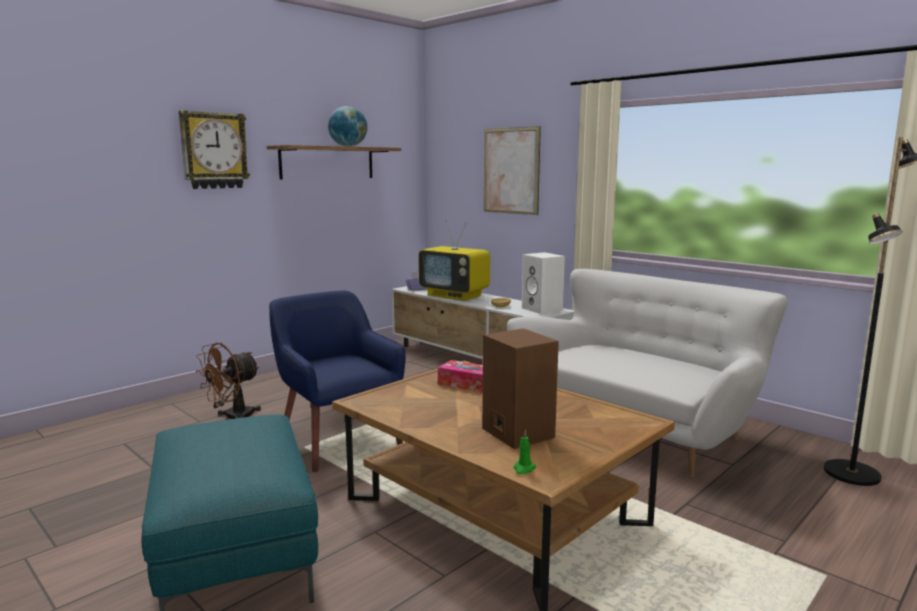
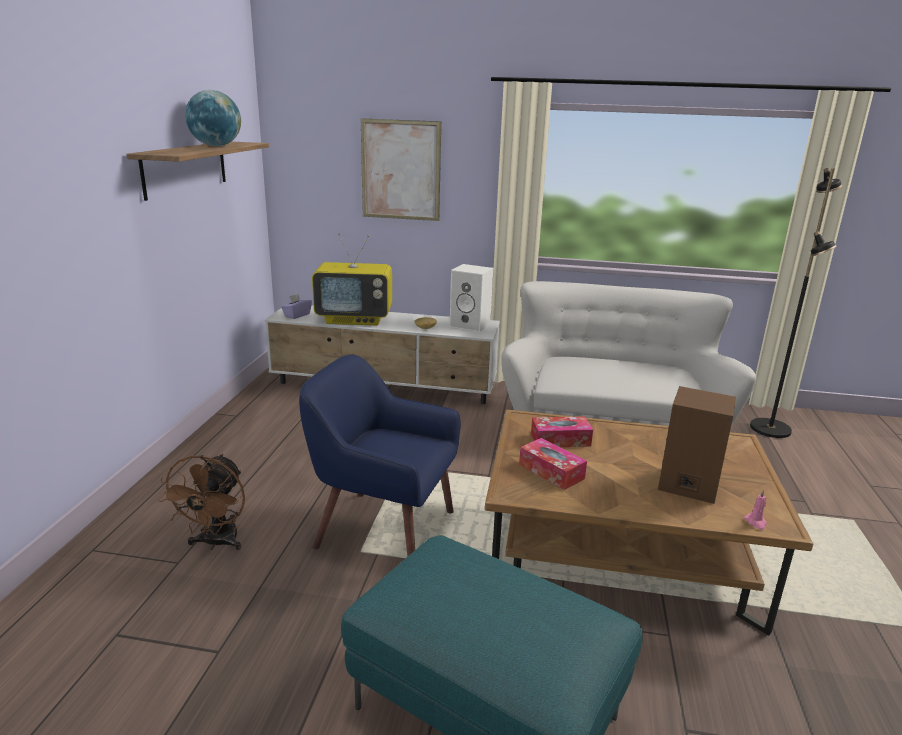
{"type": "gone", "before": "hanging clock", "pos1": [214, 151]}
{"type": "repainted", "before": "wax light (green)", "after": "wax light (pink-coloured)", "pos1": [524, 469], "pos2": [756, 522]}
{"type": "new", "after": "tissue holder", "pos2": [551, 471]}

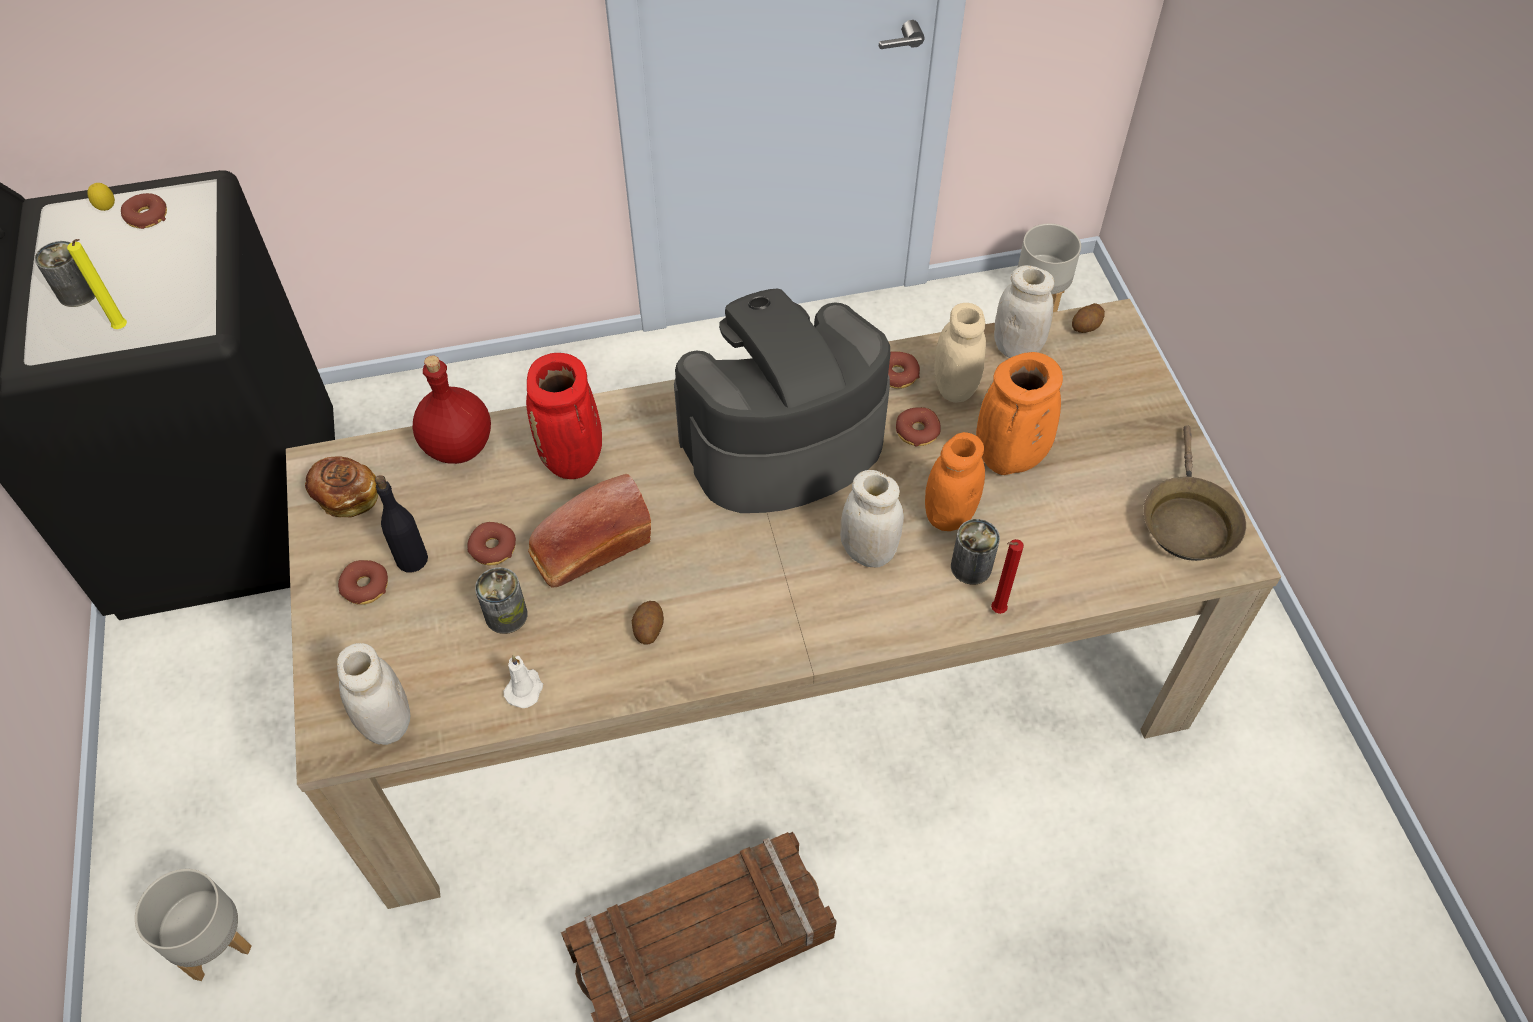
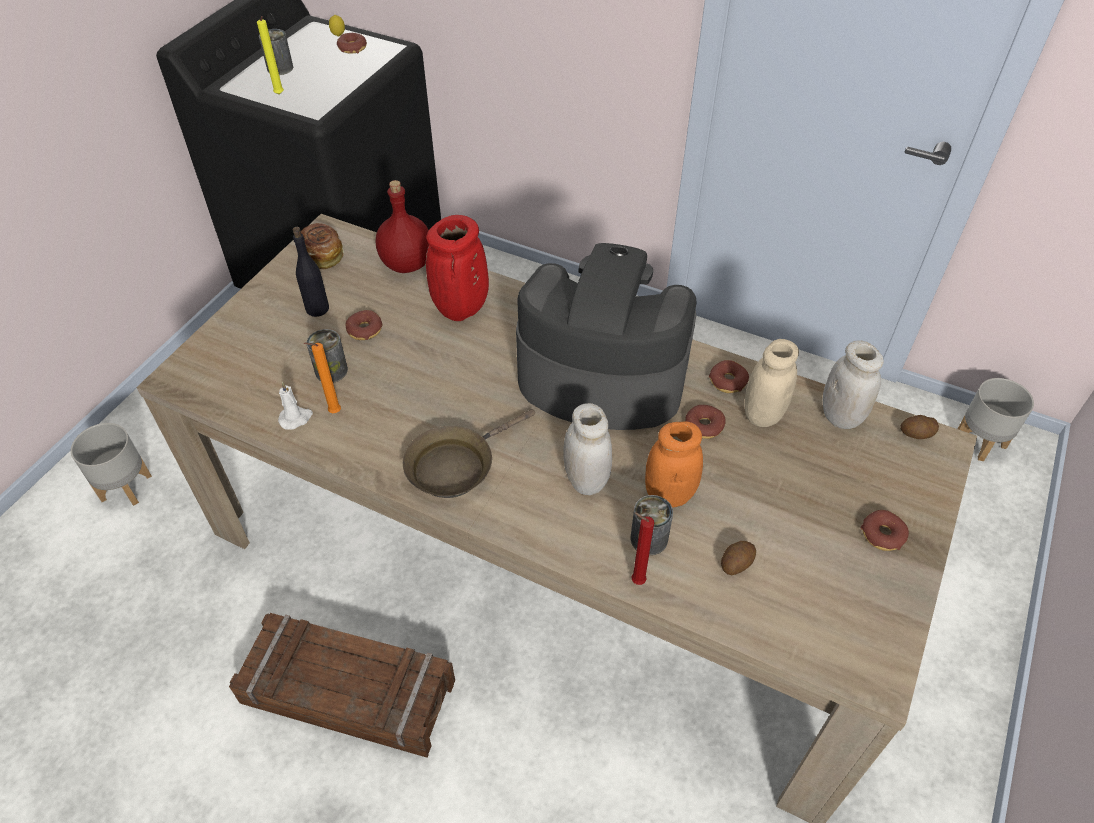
{"type": "gone", "before": "flower vase (orange-coloured)", "pos1": [1008, 460]}
{"type": "shifted", "before": "pan (brown)", "pos1": [1187, 521], "pos2": [456, 465]}
{"type": "gone", "before": "baked bread", "pos1": [589, 549]}
{"type": "shifted", "before": "ring doughnut", "pos1": [365, 586], "pos2": [882, 535]}
{"type": "shifted", "before": "spud", "pos1": [648, 628], "pos2": [736, 563]}
{"type": "gone", "before": "preserve jar (whitish)", "pos1": [387, 723]}
{"type": "new", "after": "wax light (orange-coloured)", "pos2": [333, 412]}

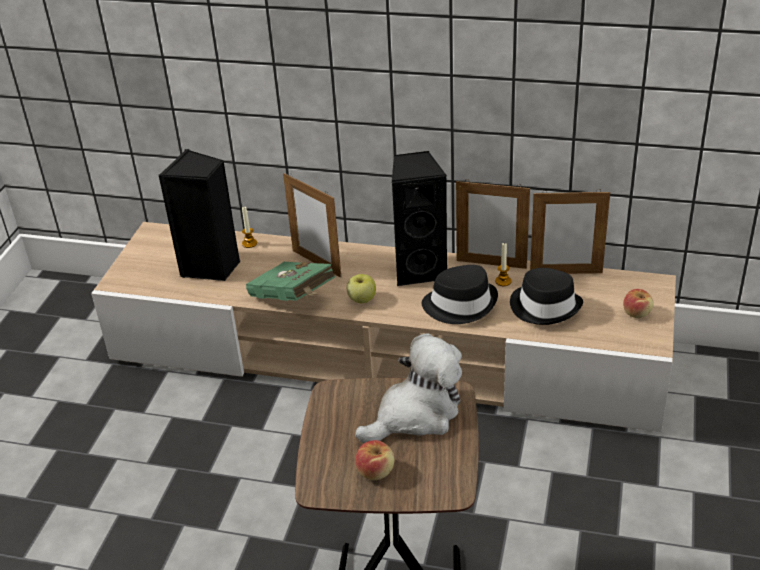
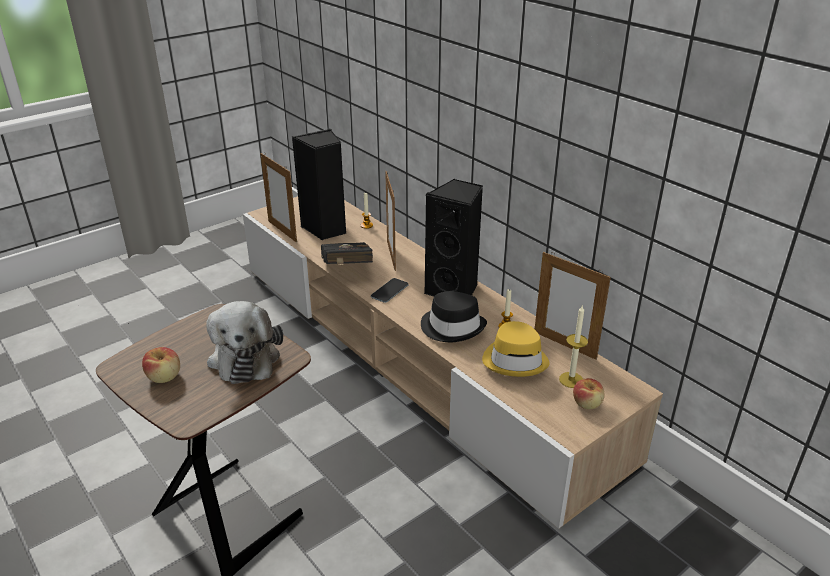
{"type": "shifted", "before": "photo frame", "pos1": [491, 264], "pos2": [282, 231]}
{"type": "repainted", "before": "bound book (green)", "after": "bound book (black)", "pos1": [294, 300], "pos2": [346, 271]}
{"type": "repainted", "before": "clothing hat (black)", "after": "clothing hat (yellow-coloured)", "pos1": [545, 306], "pos2": [515, 360]}
{"type": "swapped", "before": "whole apple", "after": "telephone", "pos1": [362, 299], "pos2": [389, 290]}
{"type": "rotated", "before": "plush toy", "pos1": [416, 414], "pos2": [245, 356], "turn": 75}
{"type": "new", "after": "wax light", "pos2": [571, 380]}

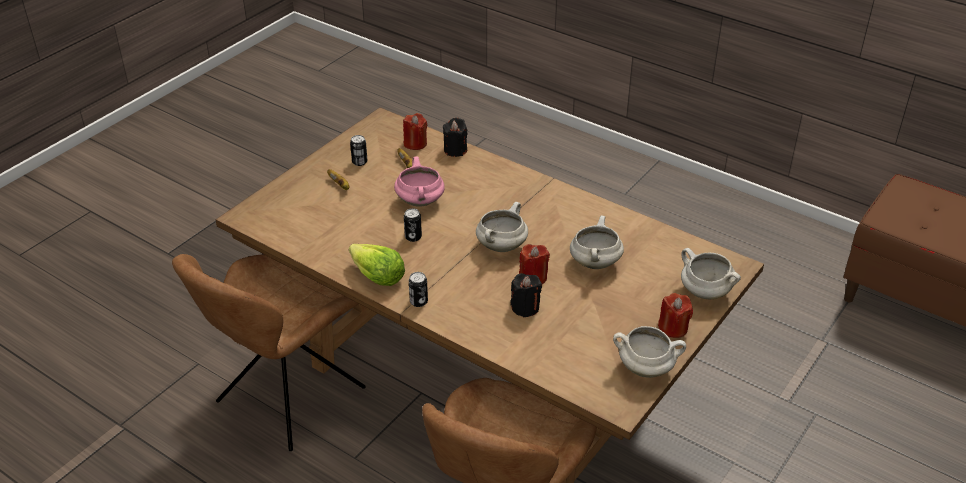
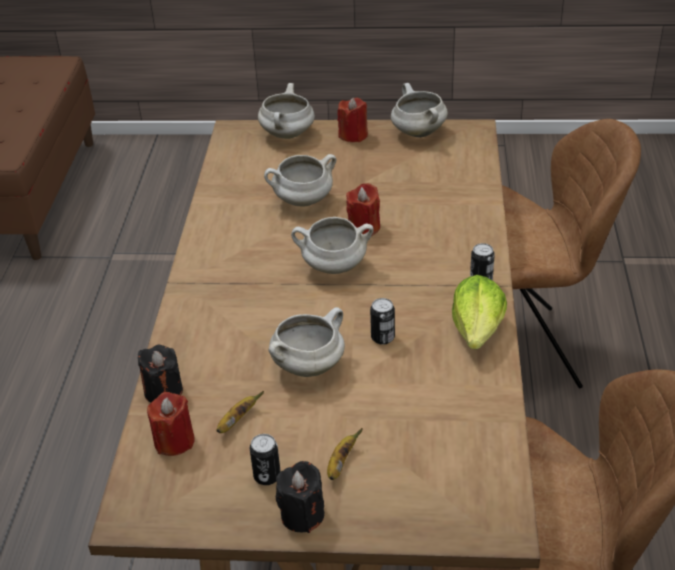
{"type": "repainted", "before": "saucepot (pink-coloured)", "after": "saucepot (whitish)", "pos1": [421, 202], "pos2": [308, 366]}
{"type": "shifted", "before": "wax light (black)", "pos1": [525, 307], "pos2": [302, 515]}

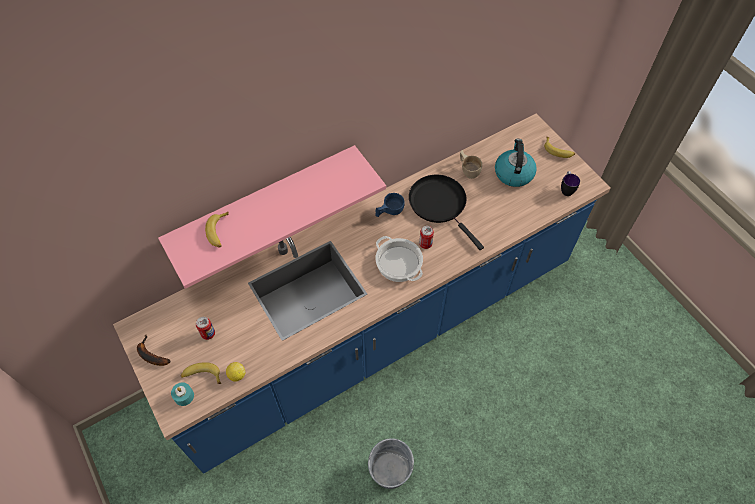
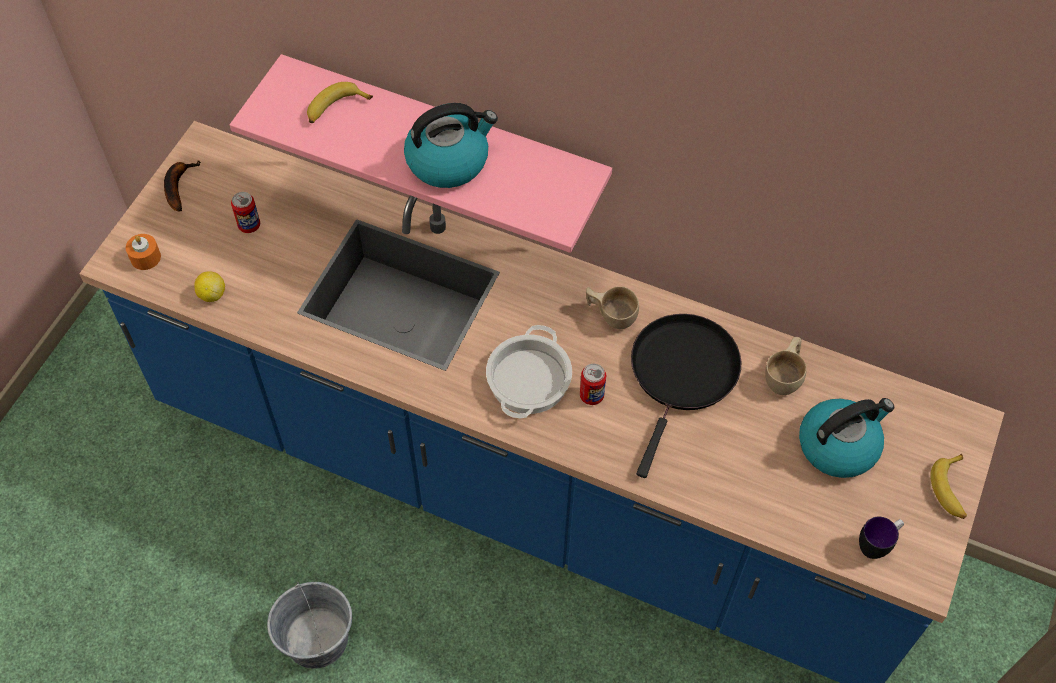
{"type": "repainted", "before": "drinking cup (blue)", "after": "drinking cup (beige-coloured)", "pos1": [389, 212], "pos2": [610, 315]}
{"type": "gone", "before": "banana", "pos1": [201, 375]}
{"type": "repainted", "before": "wax light (turquoise-coloured)", "after": "wax light (orange-coloured)", "pos1": [184, 396], "pos2": [145, 257]}
{"type": "new", "after": "tea kettle", "pos2": [449, 161]}

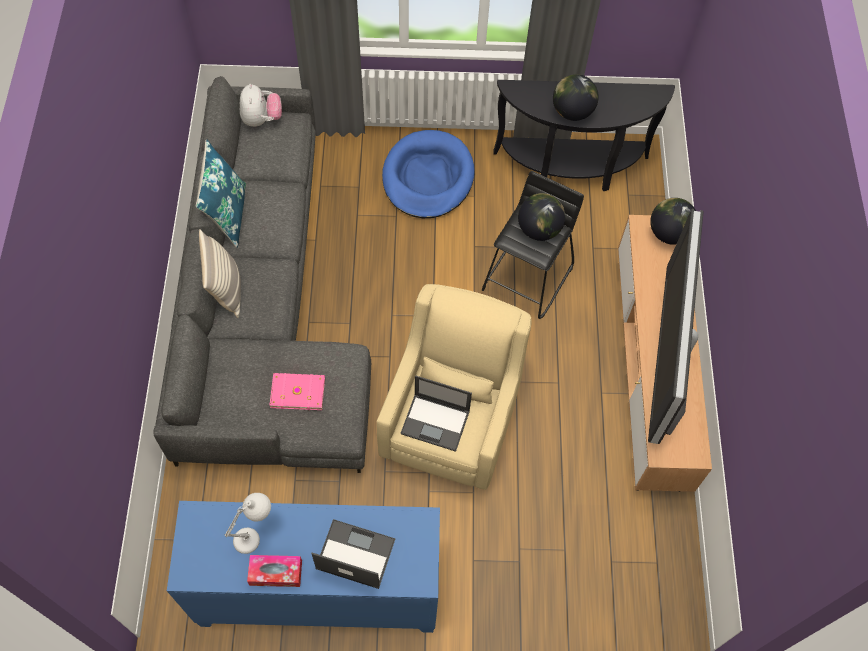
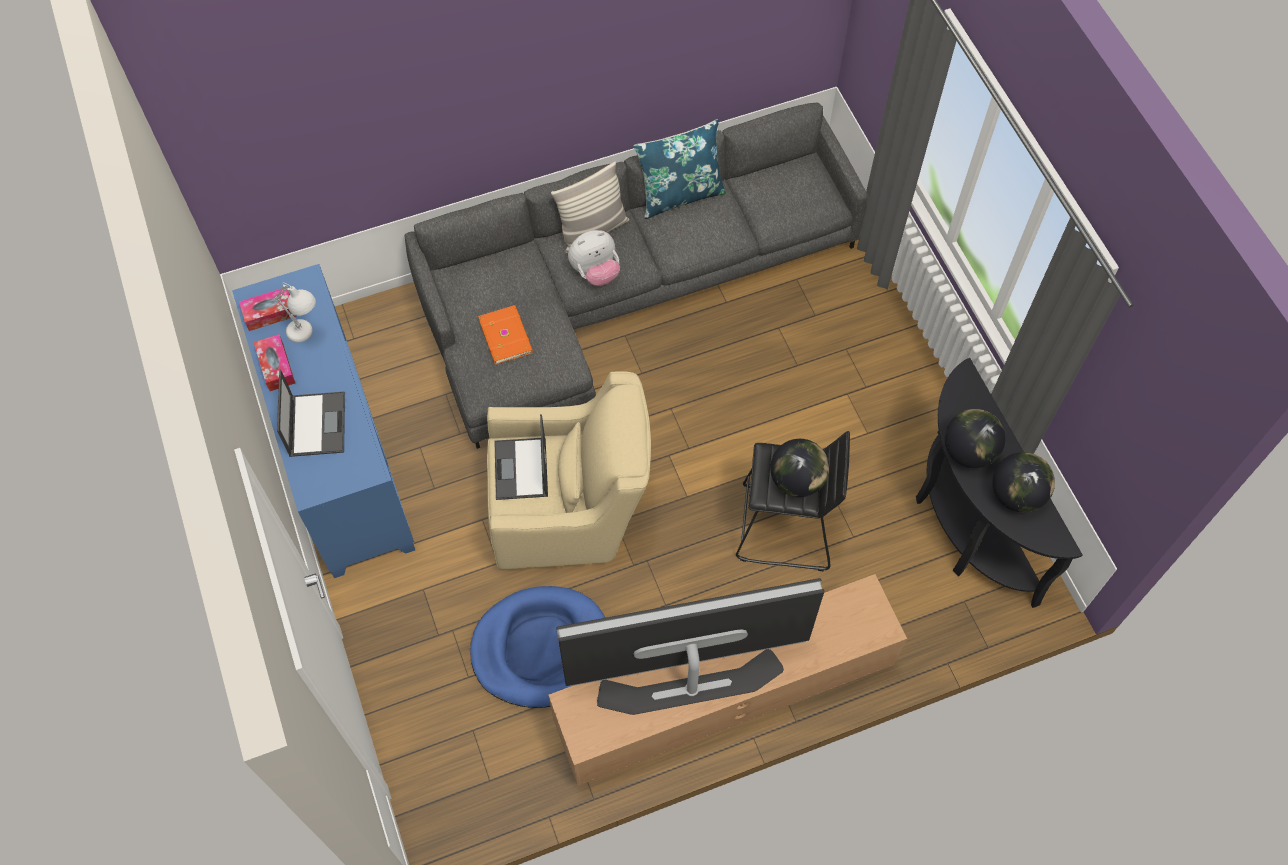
{"type": "shifted", "before": "plush toy", "pos1": [261, 119], "pos2": [595, 272]}
{"type": "shifted", "before": "dog bed (blue)", "pos1": [428, 177], "pos2": [541, 649]}
{"type": "shifted", "before": "globe", "pos1": [669, 233], "pos2": [1016, 495]}
{"type": "repainted", "before": "bound book (pink-coloured)", "after": "bound book (orange-coloured)", "pos1": [297, 391], "pos2": [506, 335]}
{"type": "new", "after": "tissue holder", "pos2": [270, 313]}

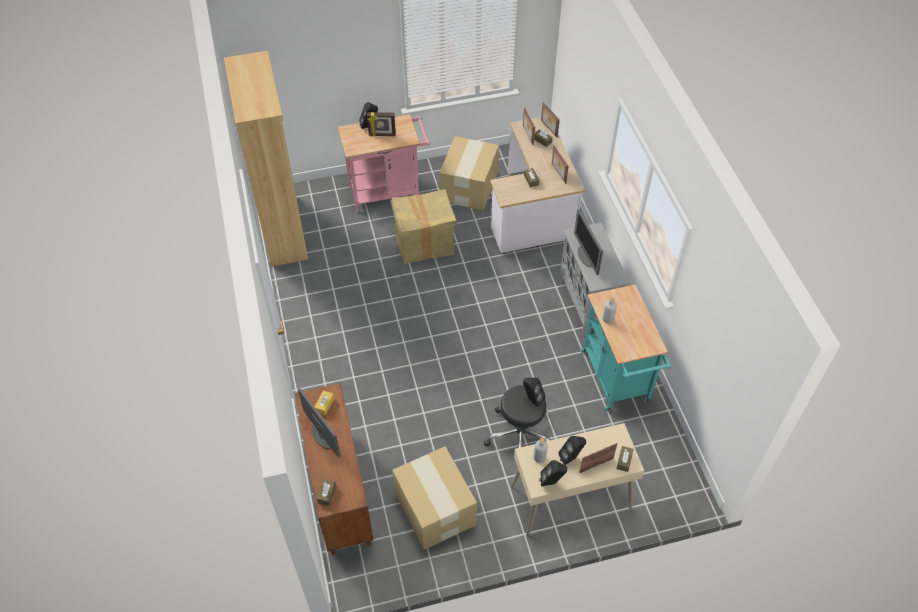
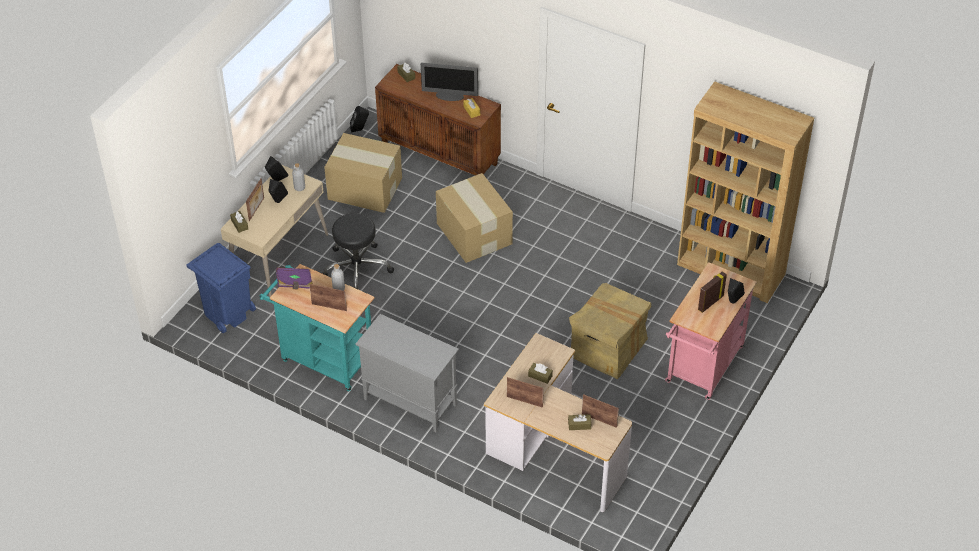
{"type": "shifted", "before": "photo frame", "pos1": [548, 129], "pos2": [329, 306]}
{"type": "shifted", "before": "carton", "pos1": [469, 186], "pos2": [474, 234]}
{"type": "gone", "before": "monitor", "pos1": [586, 257]}
{"type": "shifted", "before": "loudspeaker (black)", "pos1": [532, 399], "pos2": [360, 130]}
{"type": "new", "after": "rubbish bin (blue)", "pos2": [227, 313]}
{"type": "new", "after": "bound book (purple-coloured)", "pos2": [295, 283]}

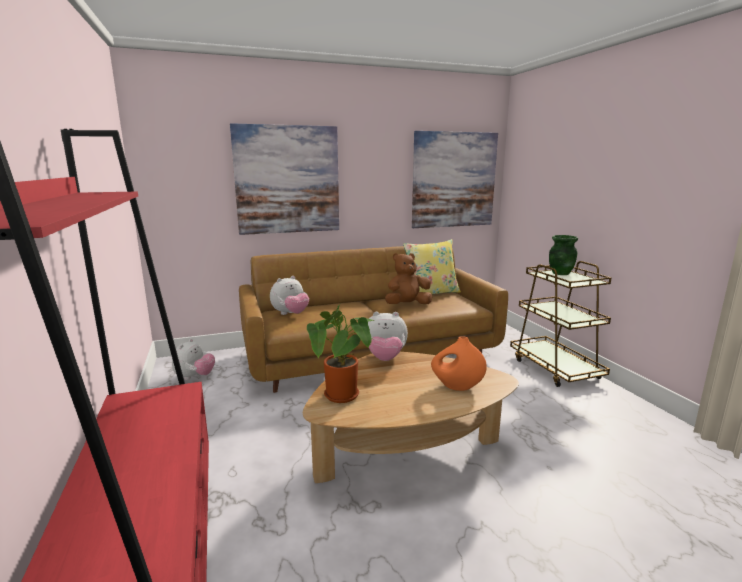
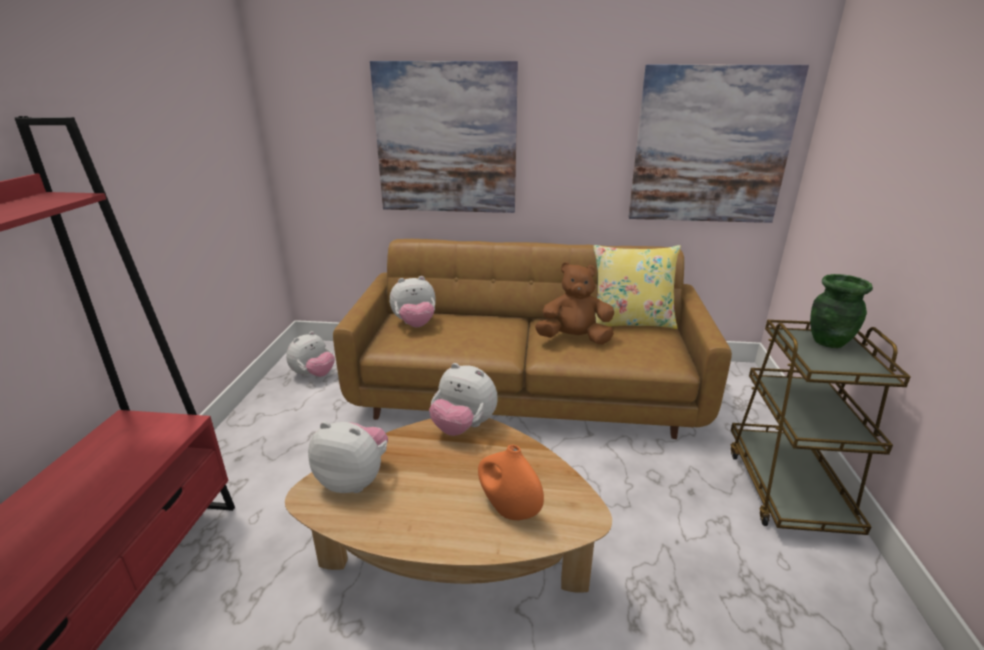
{"type": "swapped", "before": "houseplant", "after": "plush toy", "pos1": [343, 397], "pos2": [354, 479]}

